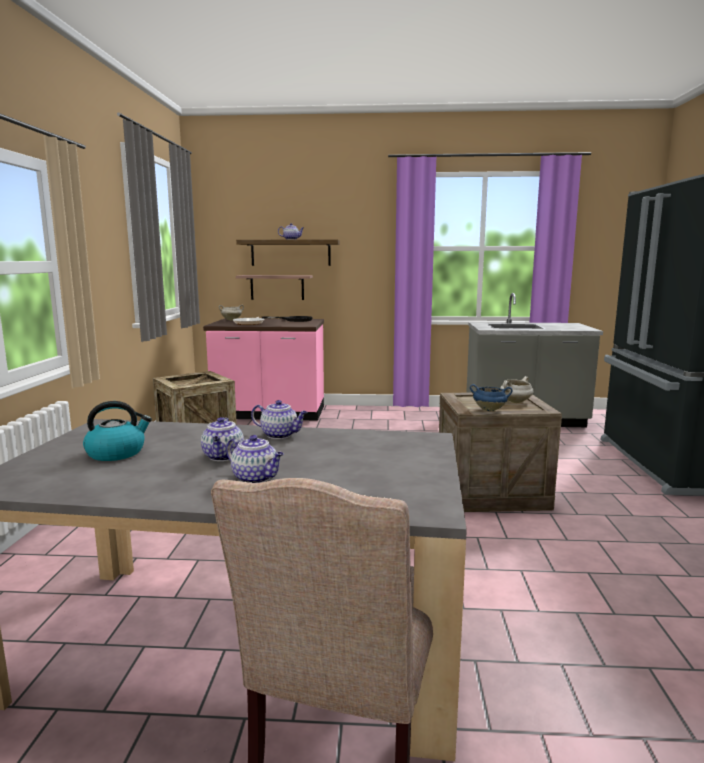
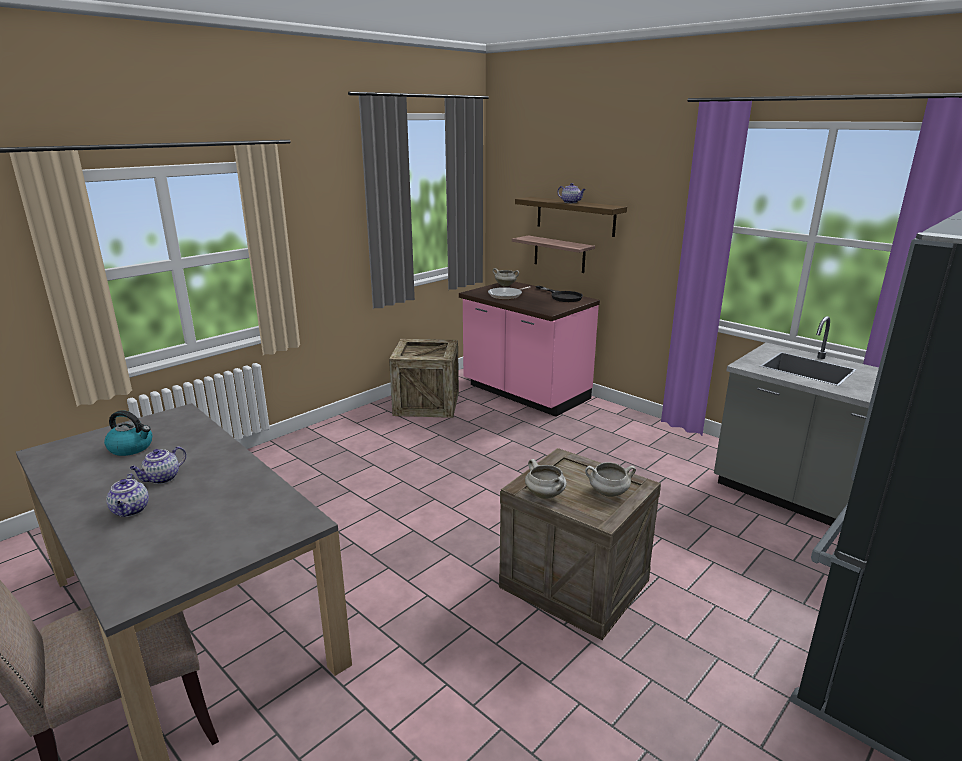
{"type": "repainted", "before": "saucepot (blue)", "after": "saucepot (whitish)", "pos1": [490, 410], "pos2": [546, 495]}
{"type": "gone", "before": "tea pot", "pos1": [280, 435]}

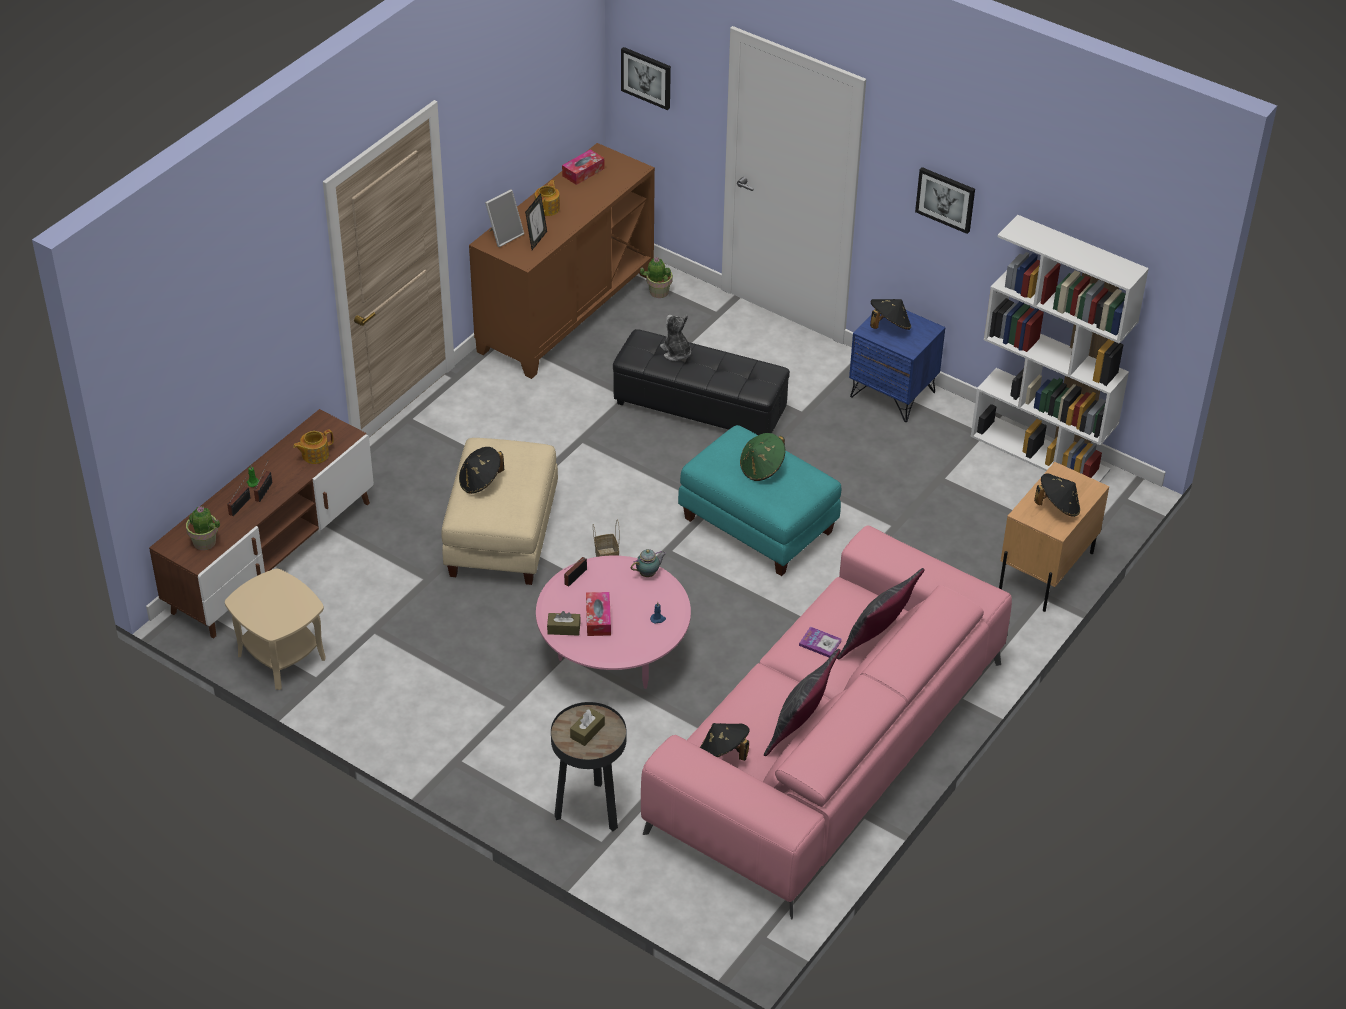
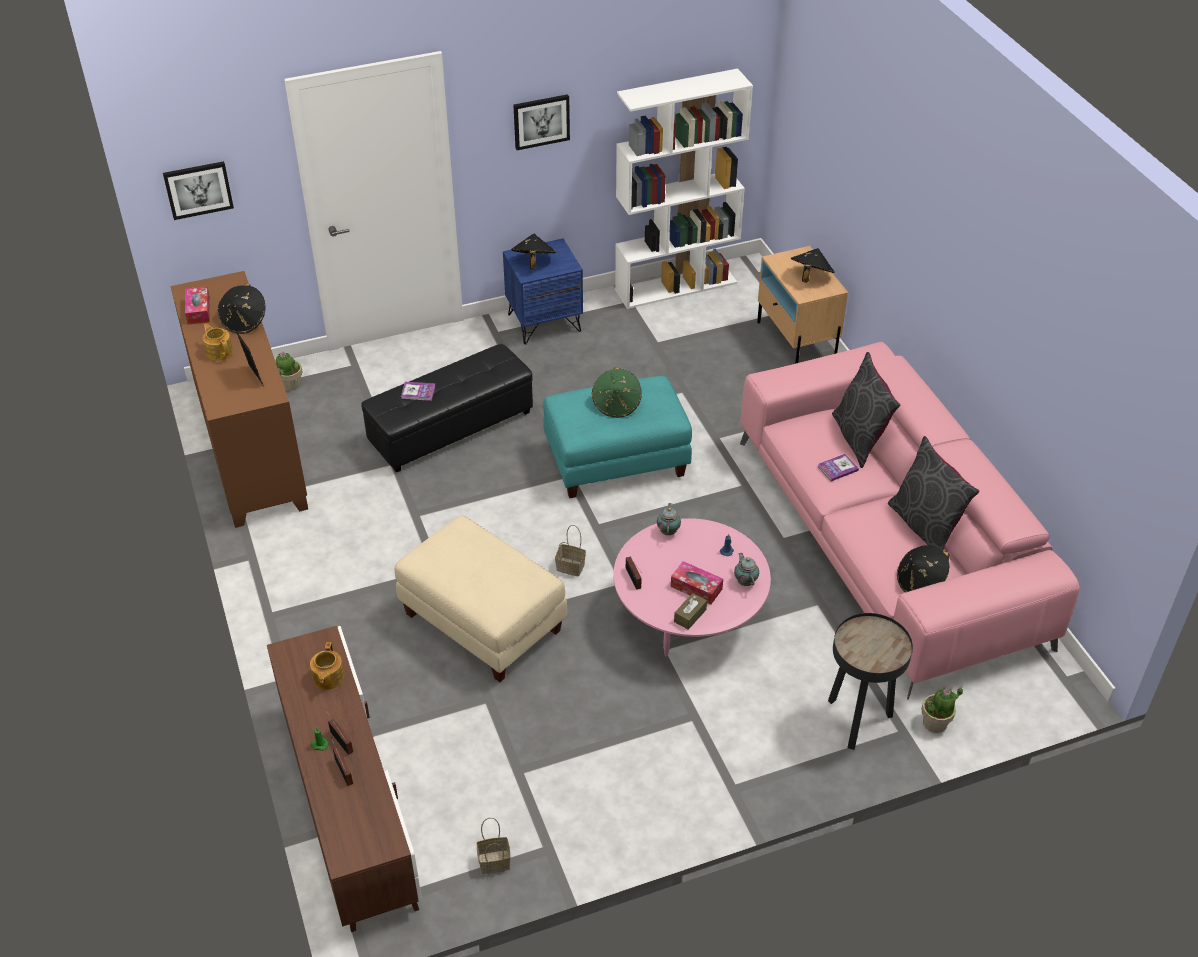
{"type": "gone", "before": "photo frame", "pos1": [504, 235]}
{"type": "swapped", "before": "plush toy", "after": "bound book", "pos1": [676, 352], "pos2": [418, 392]}
{"type": "shifted", "before": "clothing hat (black)", "pos1": [480, 481], "pos2": [244, 321]}
{"type": "shifted", "before": "houseplant", "pos1": [204, 542], "pos2": [935, 723]}
{"type": "swapped", "before": "side table (beige-coloured)", "after": "basket", "pos1": [281, 657], "pos2": [493, 863]}
{"type": "gone", "before": "tissue holder (brown)", "pos1": [587, 731]}
{"type": "new", "after": "tea pot", "pos2": [745, 581]}

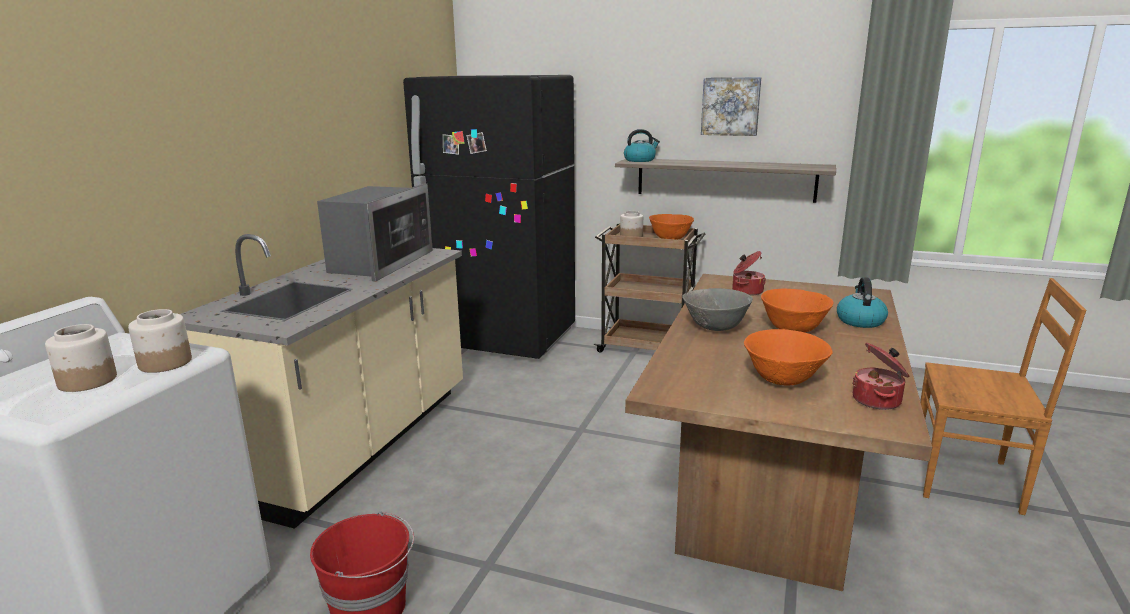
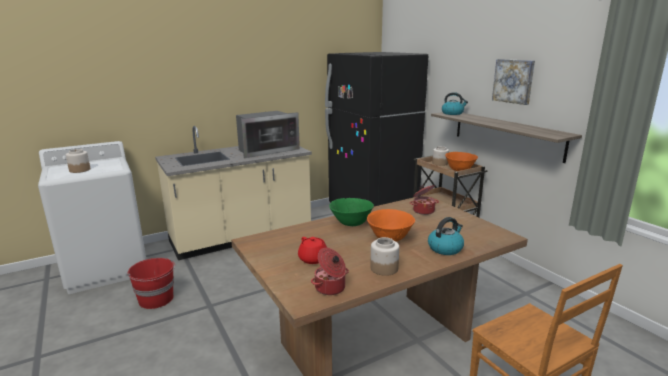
{"type": "repainted", "before": "deep dish (greyish)", "after": "deep dish (green)", "pos1": [715, 328], "pos2": [351, 224]}
{"type": "shifted", "before": "preserve jar", "pos1": [164, 363], "pos2": [383, 268]}
{"type": "swapped", "before": "deep dish (orange-coloured)", "after": "tea pot (red-coloured)", "pos1": [783, 380], "pos2": [313, 259]}

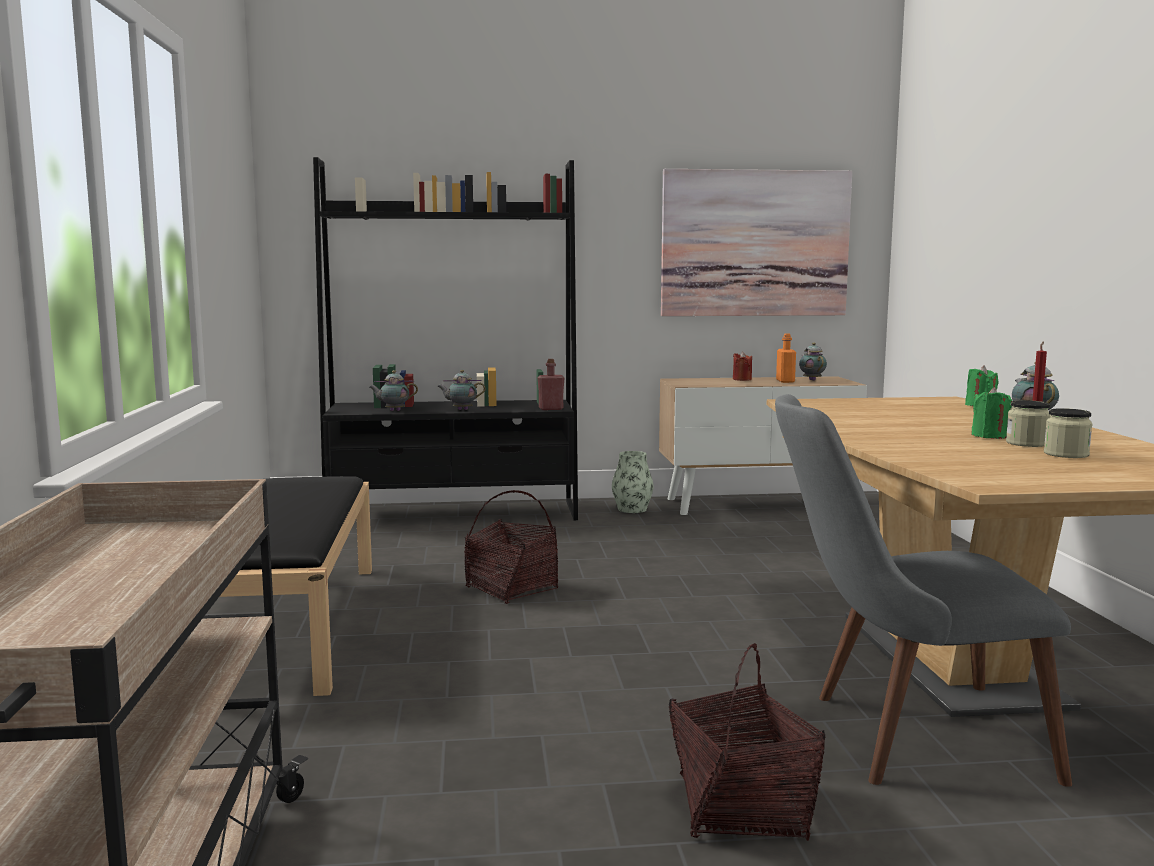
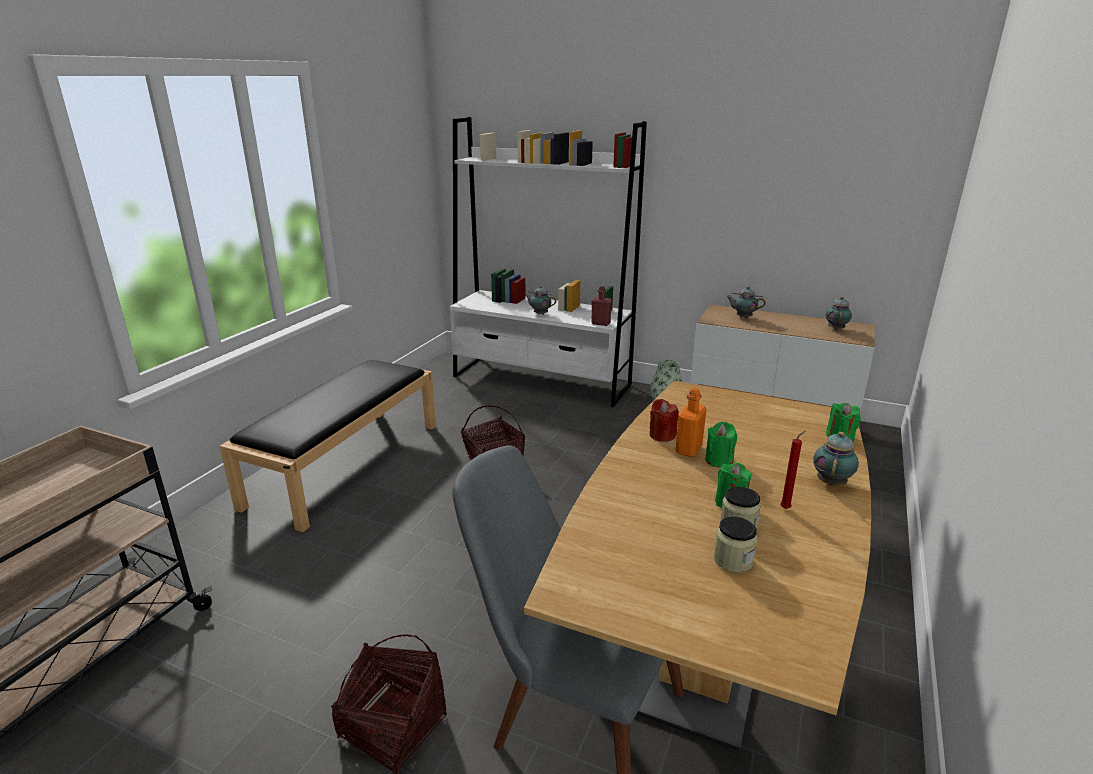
{"type": "repainted", "before": "bookcase (black)", "after": "bookcase (whitish)", "pos1": [454, 513], "pos2": [541, 380]}
{"type": "gone", "before": "picture", "pos1": [755, 243]}
{"type": "shifted", "before": "bottle (orange-coloured)", "pos1": [785, 381], "pos2": [688, 449]}
{"type": "shifted", "before": "wax light (red-coloured)", "pos1": [742, 379], "pos2": [662, 435]}
{"type": "shifted", "before": "tea pot", "pos1": [393, 411], "pos2": [743, 317]}
{"type": "new", "after": "wax light (green)", "pos2": [719, 460]}

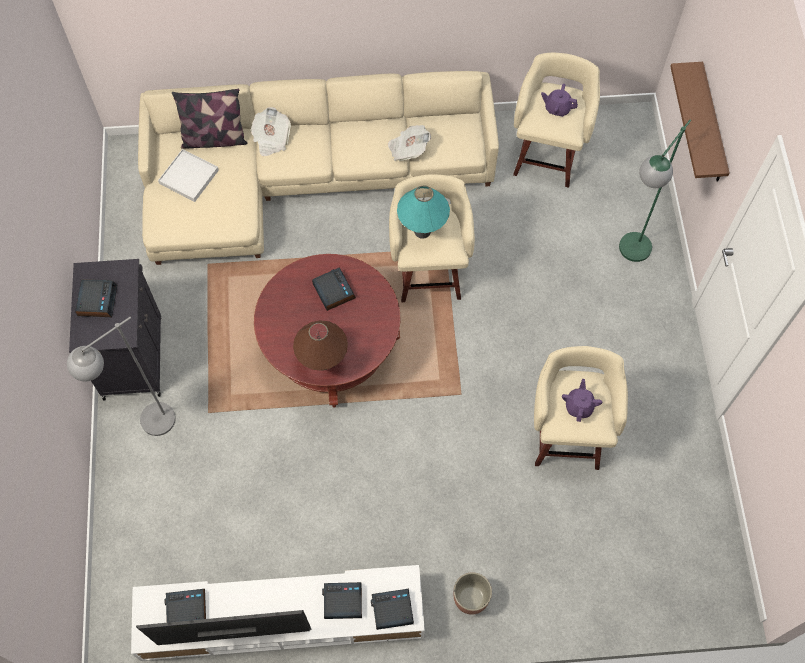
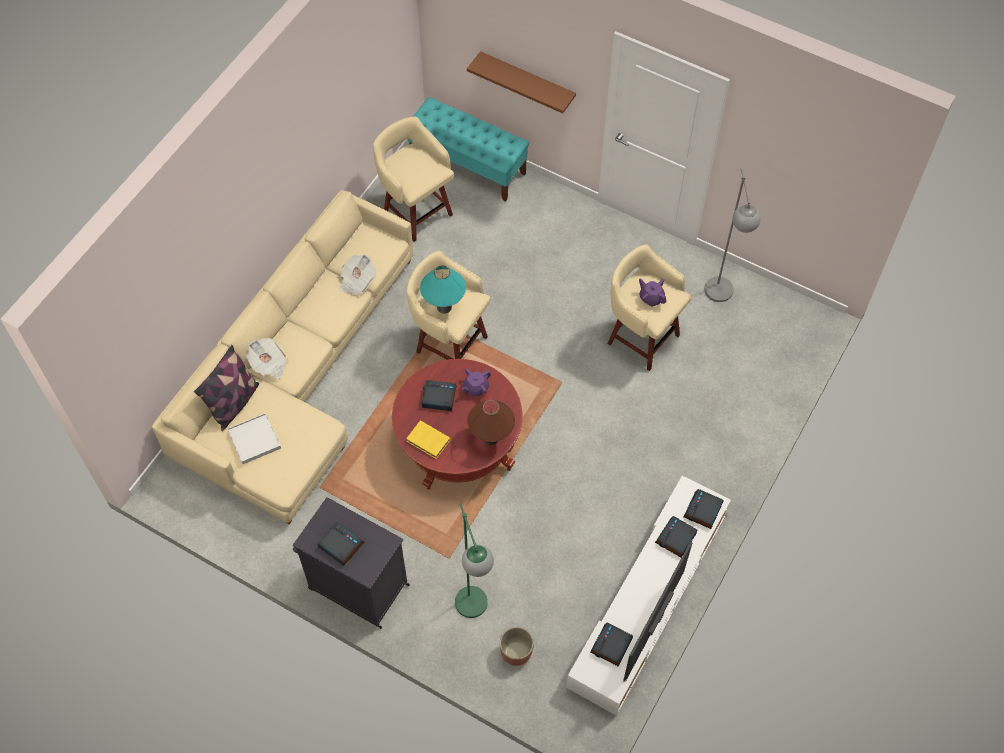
{"type": "shifted", "before": "tea pot (purple-coloured)", "pos1": [557, 108], "pos2": [475, 388]}
{"type": "shifted", "before": "standard lamp (green)", "pos1": [629, 256], "pos2": [475, 613]}
{"type": "shifted", "before": "standard lamp (greyish)", "pos1": [147, 427], "pos2": [720, 298]}
{"type": "shifted", "before": "flower pot", "pos1": [471, 598], "pos2": [516, 652]}
{"type": "new", "after": "bench (turquoise-coloured)", "pos2": [468, 165]}
{"type": "new", "after": "bound book (yellow-coloured)", "pos2": [429, 441]}

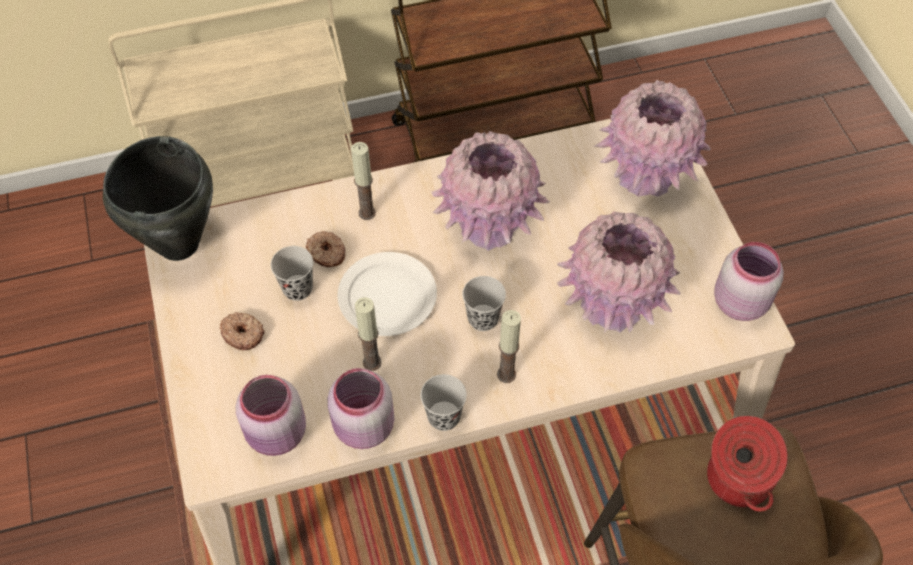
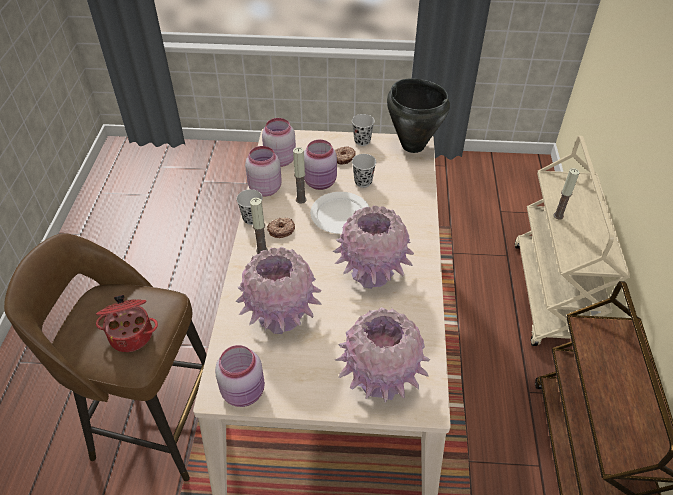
{"type": "shifted", "before": "wax light", "pos1": [367, 213], "pos2": [558, 215]}
{"type": "shifted", "before": "ring doughnut", "pos1": [326, 254], "pos2": [281, 230]}
{"type": "shifted", "before": "drinking cup (black)", "pos1": [483, 318], "pos2": [362, 141]}
{"type": "new", "after": "preserve jar (pink-coloured)", "pos2": [321, 182]}

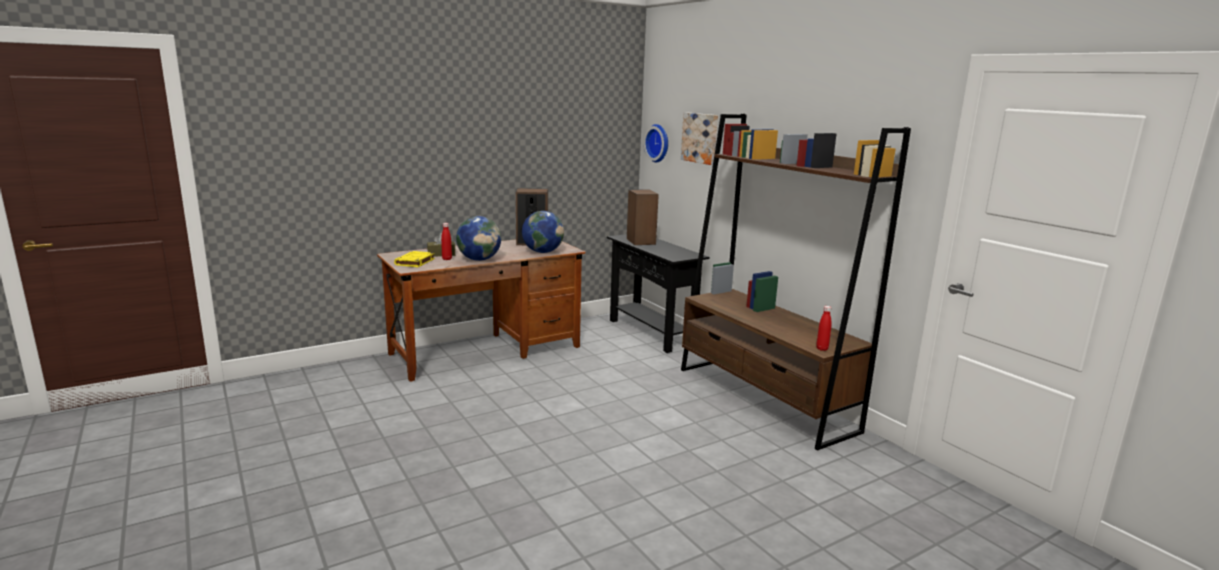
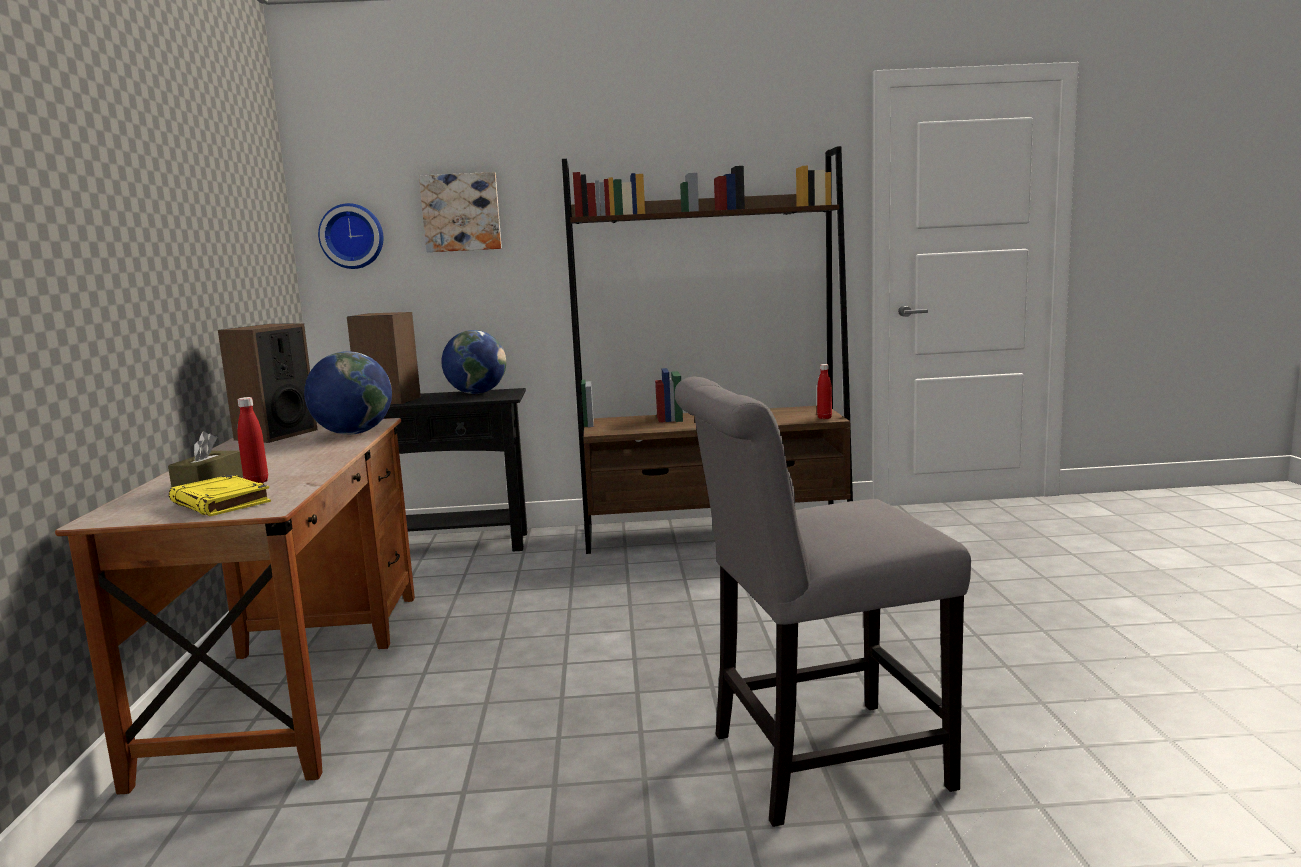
{"type": "shifted", "before": "globe", "pos1": [479, 259], "pos2": [476, 393]}
{"type": "new", "after": "plain chair (greyish)", "pos2": [816, 763]}

